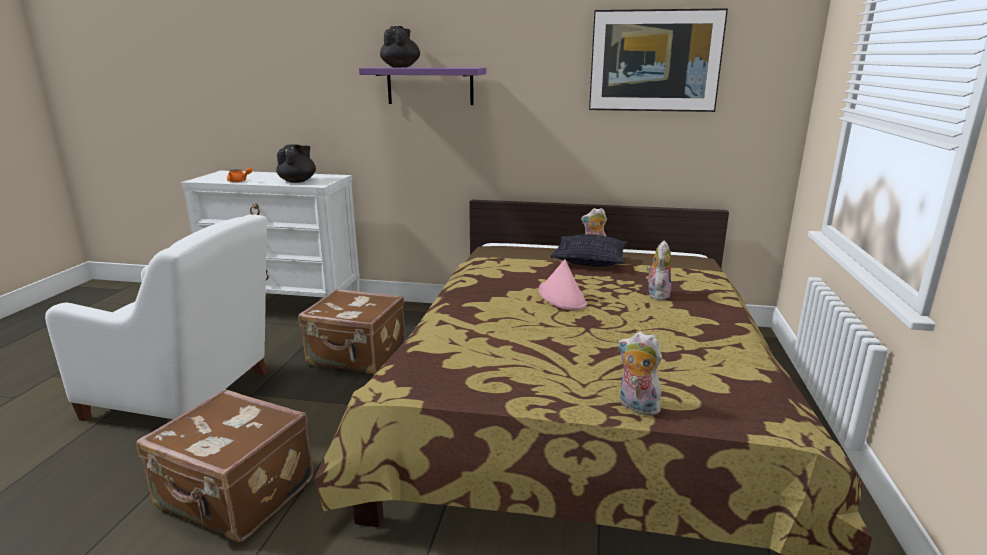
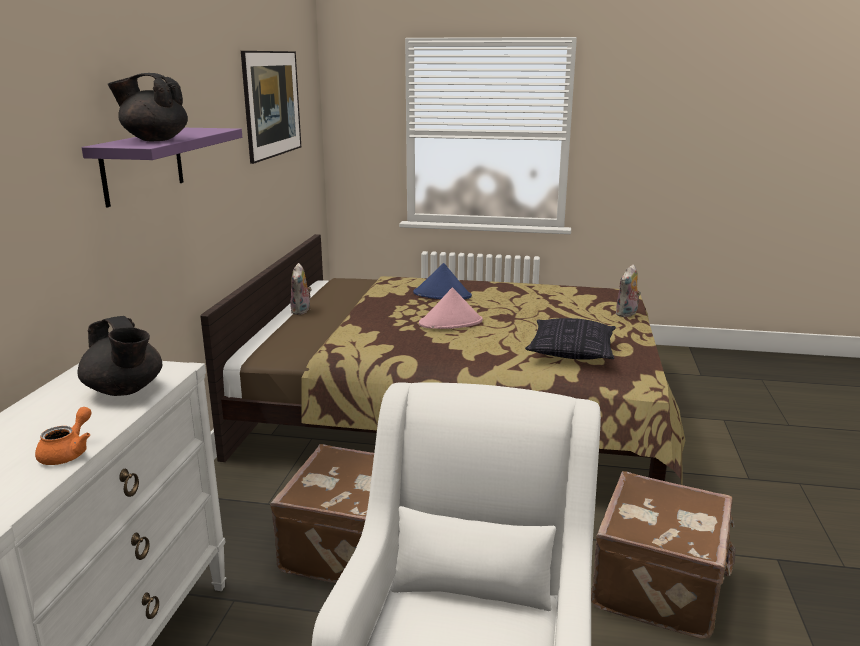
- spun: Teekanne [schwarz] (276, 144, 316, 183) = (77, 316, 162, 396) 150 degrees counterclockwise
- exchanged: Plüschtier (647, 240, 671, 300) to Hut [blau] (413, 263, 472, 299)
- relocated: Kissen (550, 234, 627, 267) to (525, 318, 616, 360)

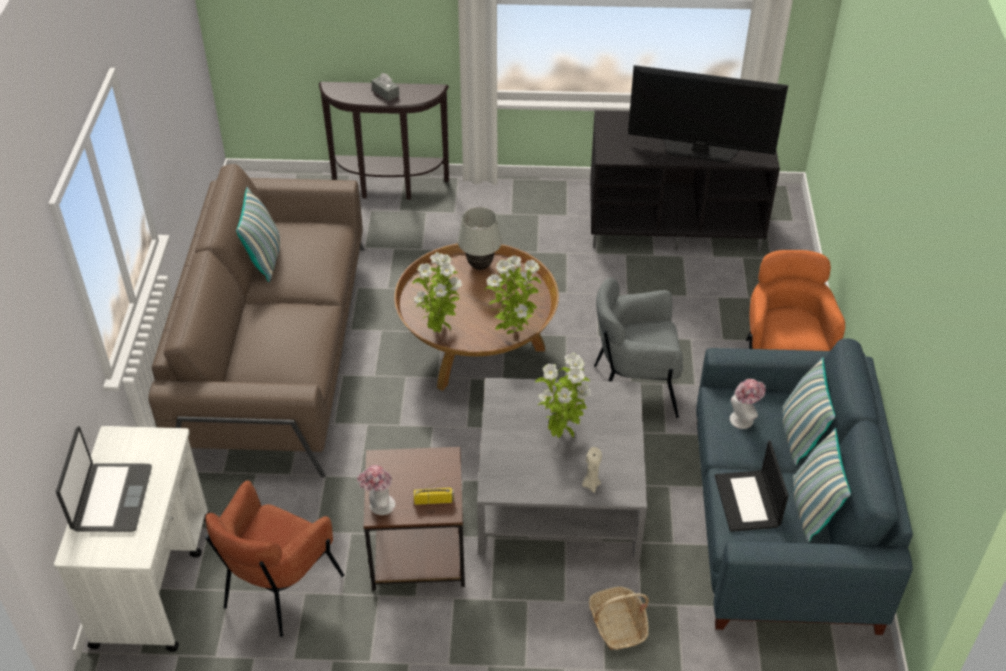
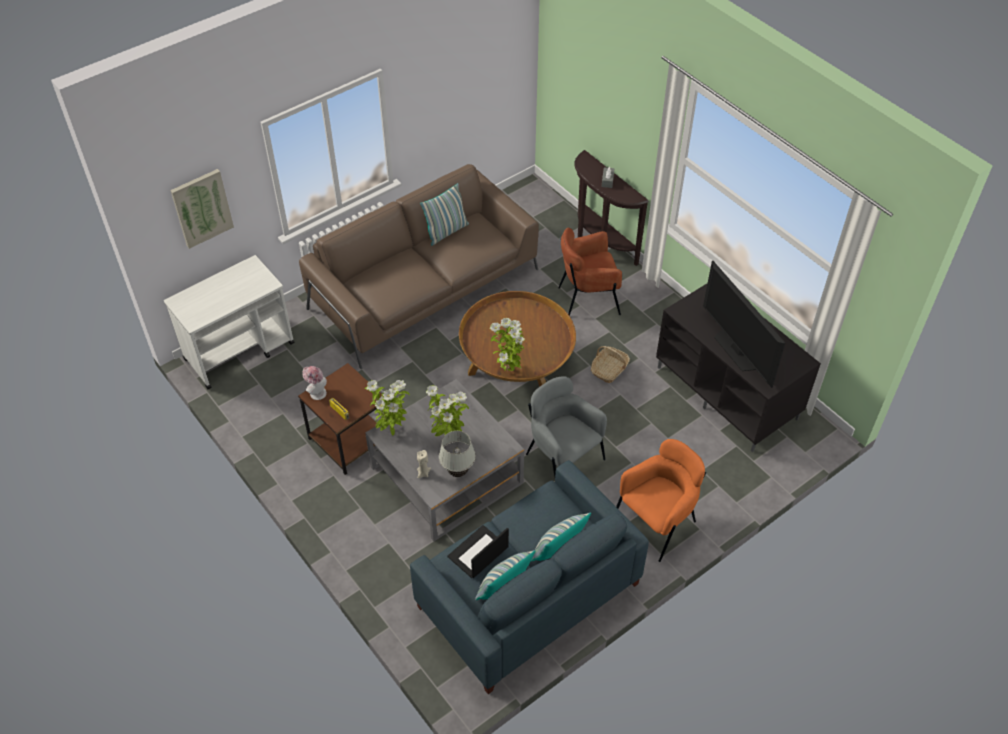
- appeared: Bild (170, 169, 234, 249)
- relocated: Topfpflanze (412, 252, 462, 333) to (365, 380, 409, 435)
- relocated: Tischlampe [weiß] (458, 207, 502, 270) to (439, 431, 476, 477)
- relocated: Sessel [braun] (205, 480, 344, 637) to (558, 228, 622, 316)
- relocated: Korb (589, 586, 649, 650) to (591, 346, 630, 383)
- missing: Laptop (56, 426, 152, 532)
- missing: Hut (730, 379, 766, 429)

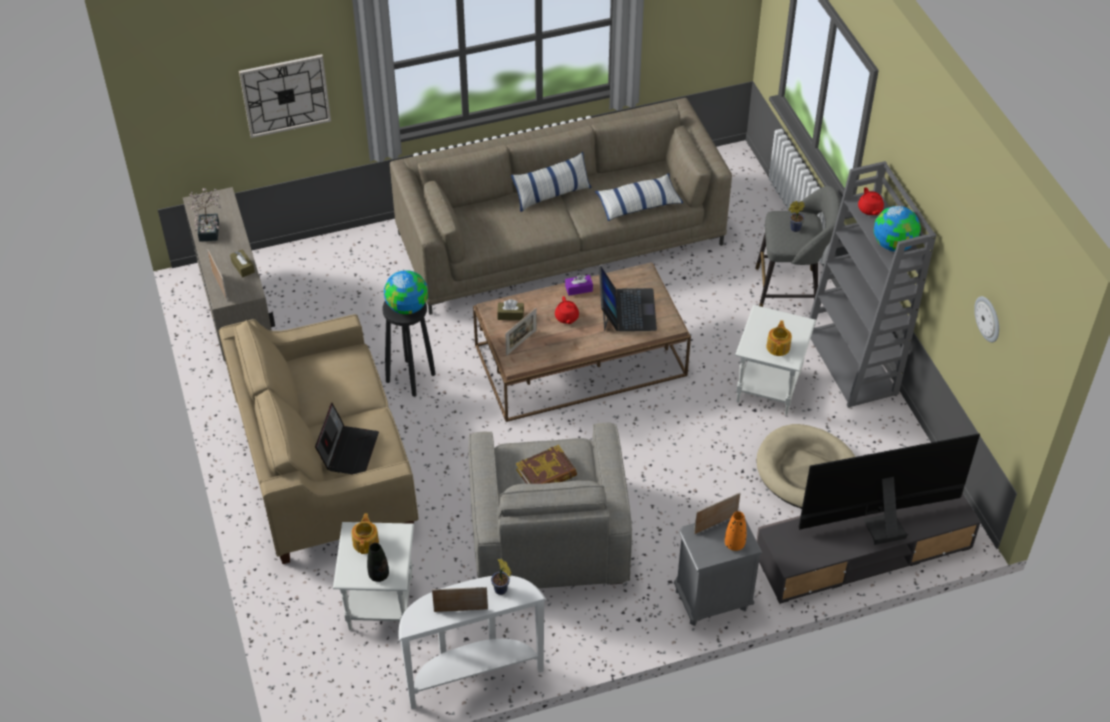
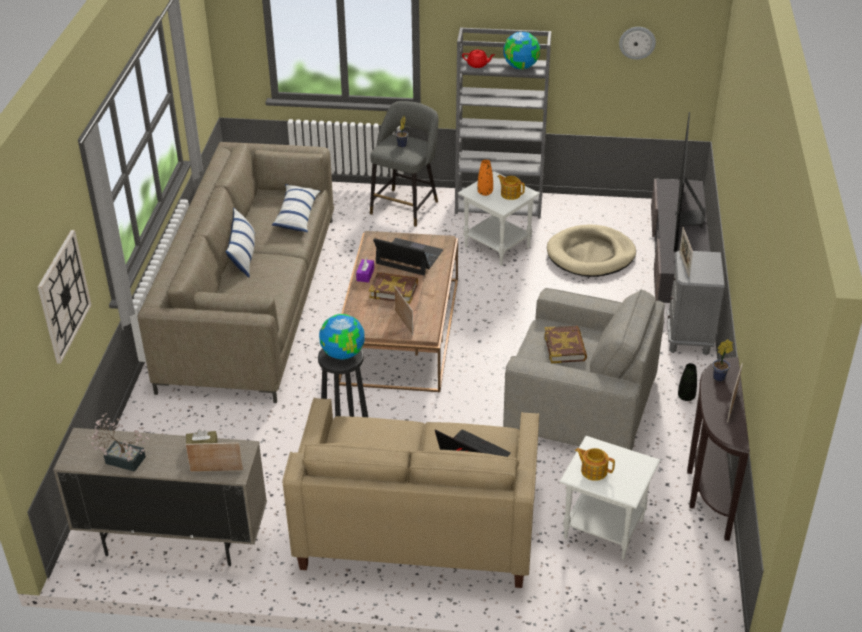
- exchanged: Teekanne [rot] (555, 296, 579, 324) to Buch (369, 272, 418, 303)
- relocated: Vase [orange] (725, 511, 746, 551) to (477, 160, 493, 196)
- relocated: Vase [schwarz] (367, 543, 389, 582) to (678, 363, 697, 401)
- colour: Konsolentisch [weiß] (399, 576, 547, 709) to Konsolentisch [braun] (687, 357, 750, 541)
- missing: Taschentuchbox [braun] (497, 299, 524, 320)

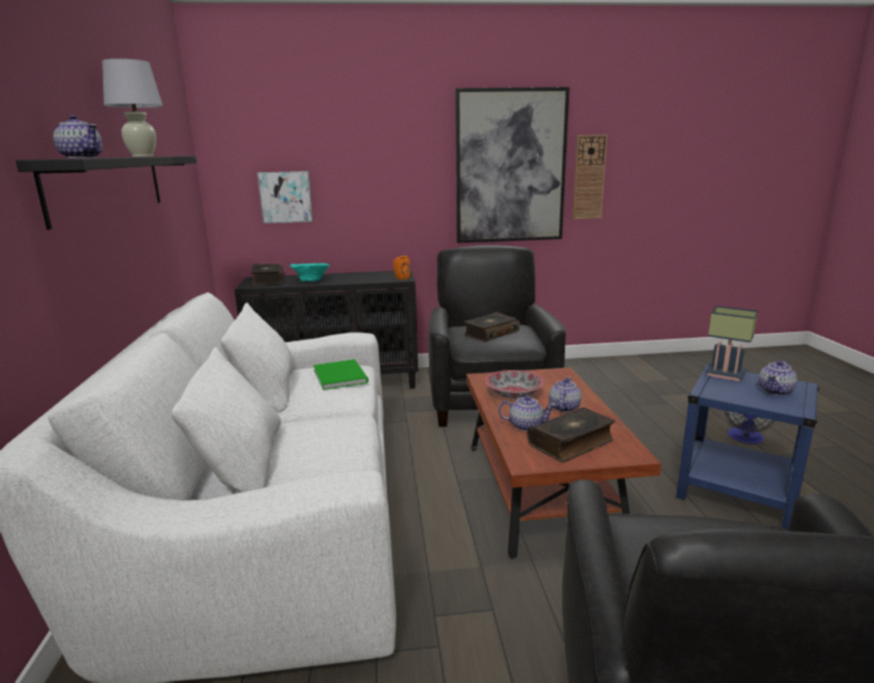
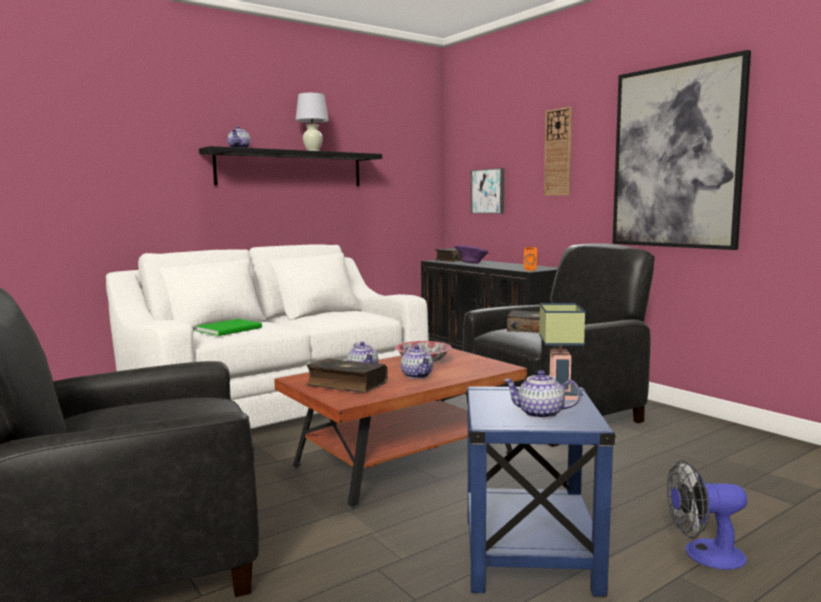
- relocated: Buch [grün] (313, 359, 369, 390) to (196, 319, 262, 336)
- spun: Teekanne (549, 377, 581, 412) = (401, 345, 433, 379) 75 degrees clockwise
- colour: Schüssel [türkis] (290, 263, 330, 282) to Schüssel [lila] (454, 245, 488, 264)
- relocated: Wanduhr (572, 135, 608, 219) to (544, 107, 572, 196)

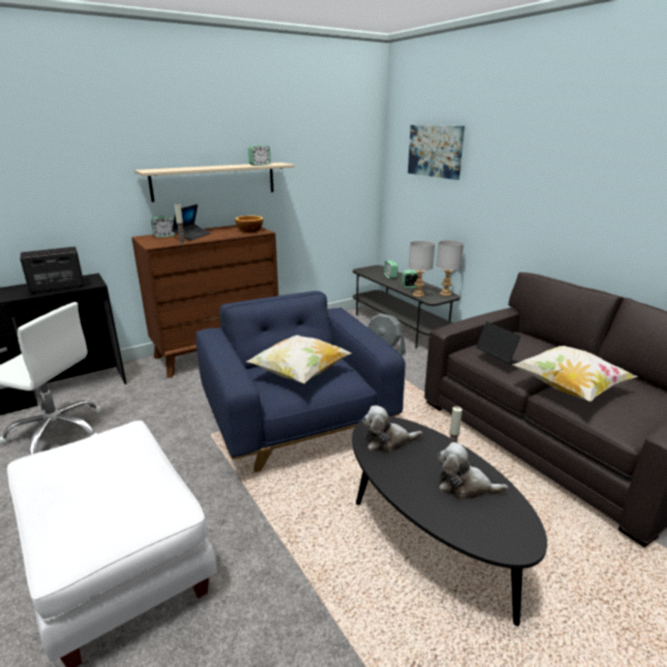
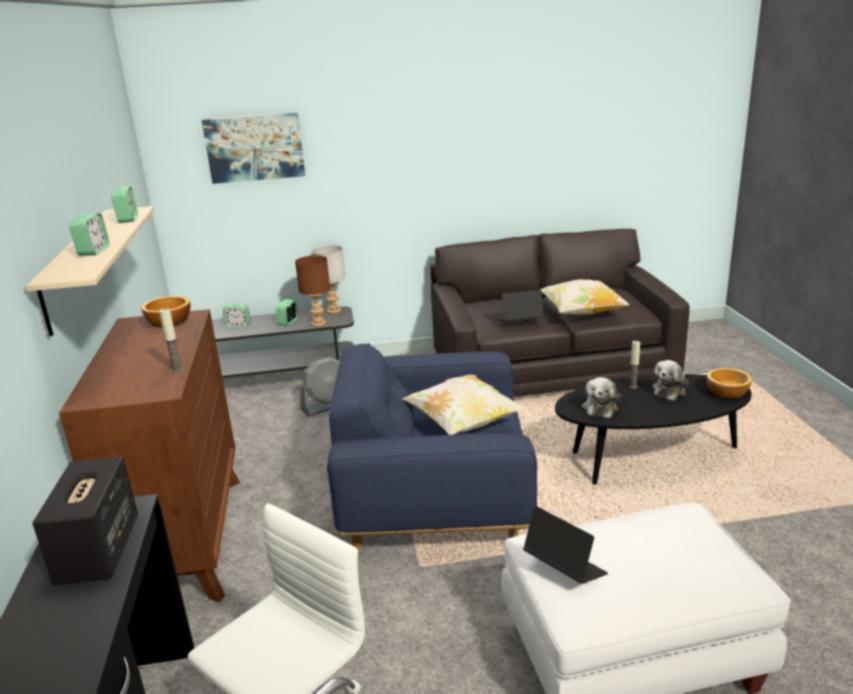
- relocated: Wecker (151, 216, 175, 238) to (69, 213, 109, 256)
- colour: Tischlampe [grau] (408, 241, 435, 297) to Tischlampe [braun] (295, 255, 330, 327)
- relocated: Laptop (172, 204, 211, 241) to (523, 506, 608, 584)
- appeared: Schüssel (707, 368, 752, 399)

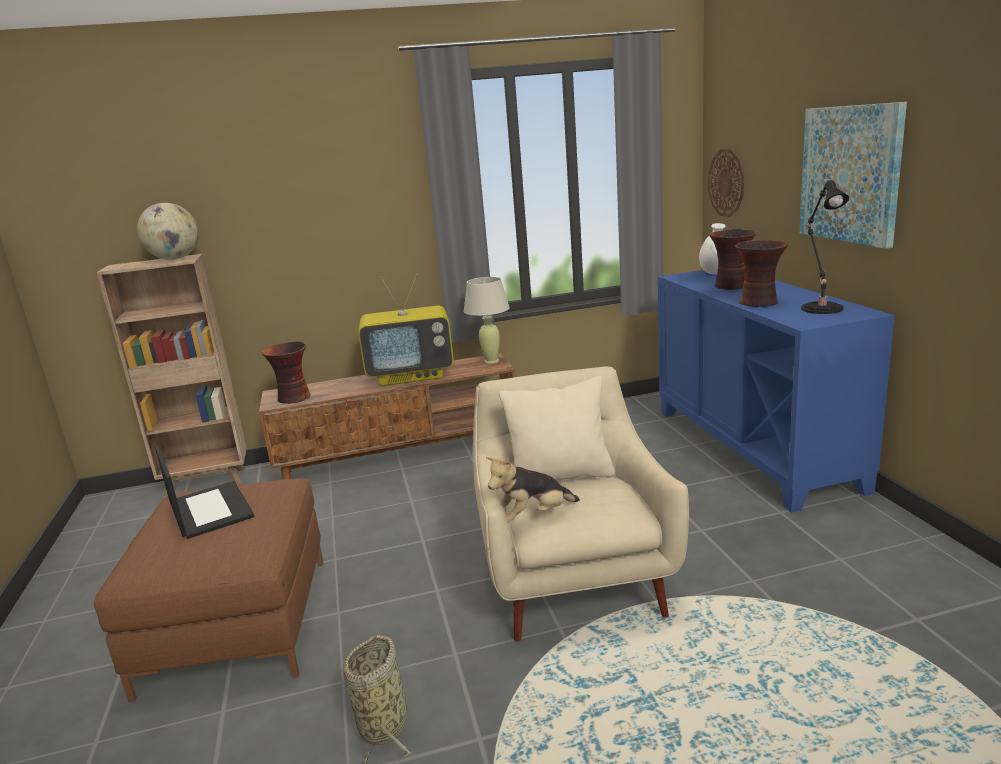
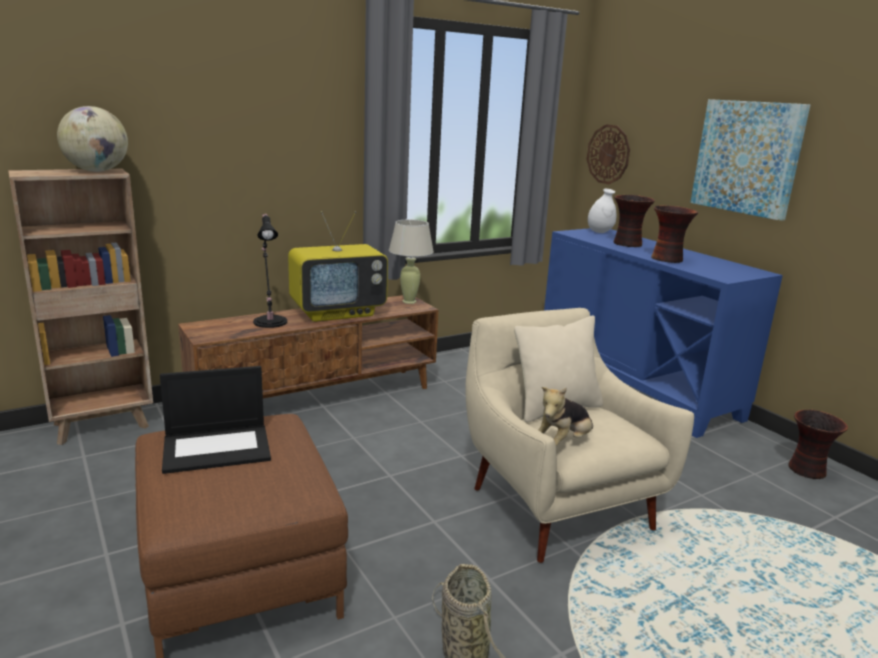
- spun: Laptop (155, 446, 254, 539) = (160, 366, 271, 474) 120 degrees clockwise
- relocated: Tischlampe [schwarz] (801, 179, 849, 314) to (253, 214, 287, 328)
- relocated: Vase (261, 341, 311, 404) to (788, 409, 848, 479)

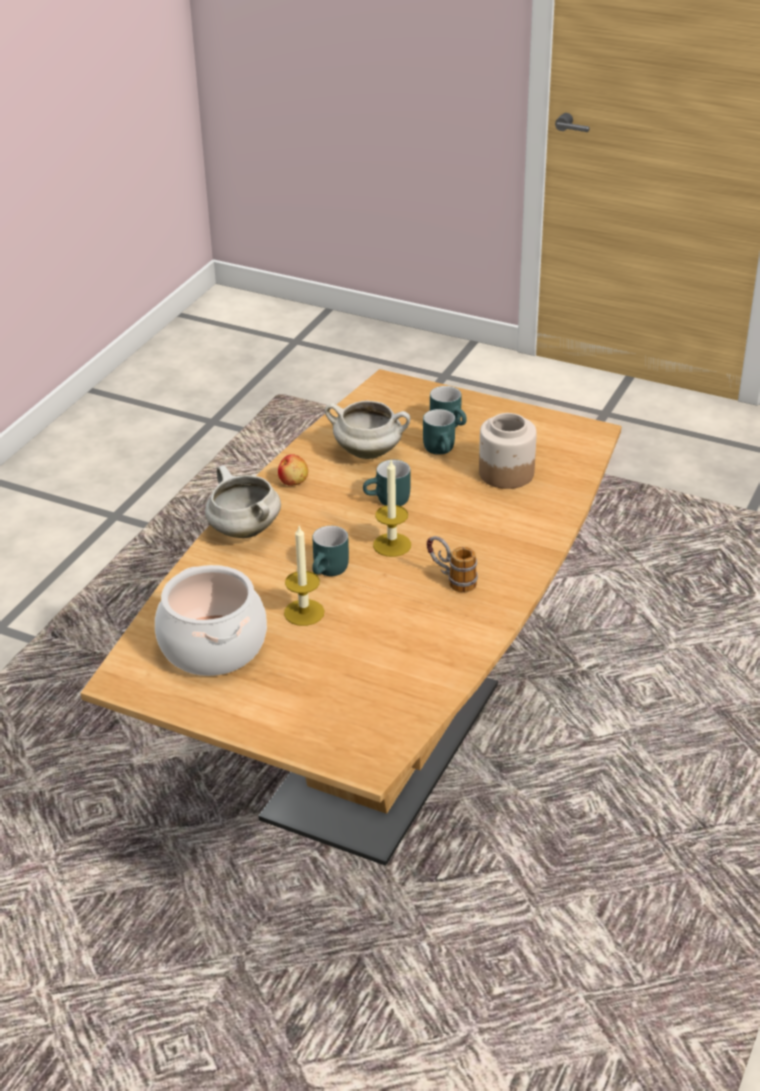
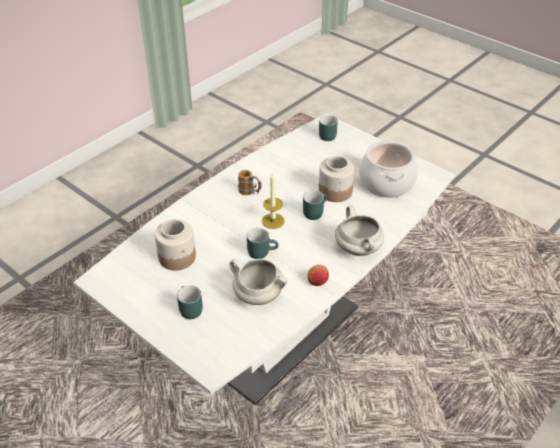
- colour: Esstisch [braun] (80, 369, 622, 866) to Esstisch [weiß] (74, 114, 455, 405)
- relocated: Henkelbecher [türkis] (423, 409, 455, 455) to (319, 115, 338, 141)
- exchanged: Kerze (284, 526, 324, 626) to Vorratsglas (319, 156, 354, 202)

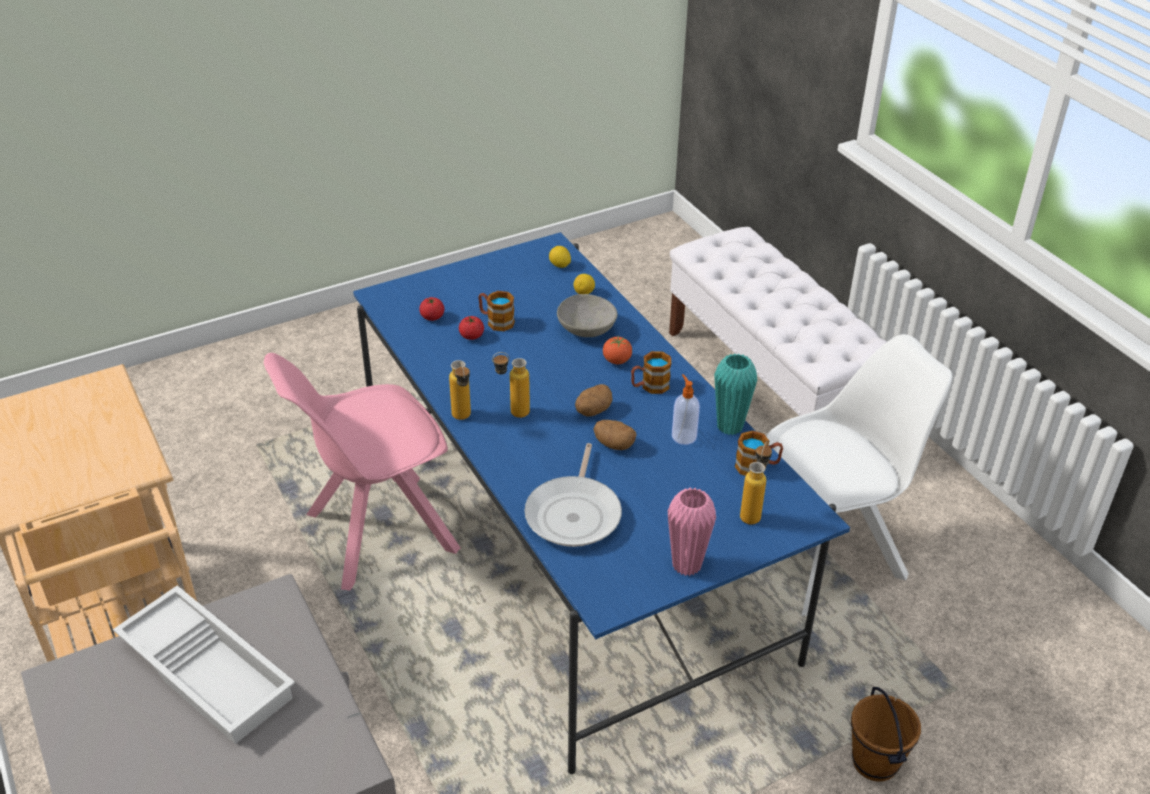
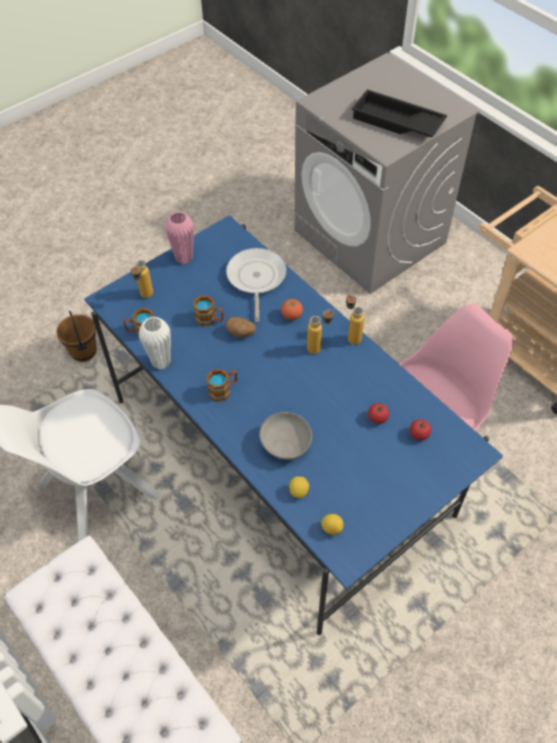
- colour: Vase [türkis] (714, 353, 757, 435) to Vase [weiß] (139, 317, 171, 370)
- relocated: Henkelbecher (478, 291, 515, 331) to (194, 296, 223, 326)
- relocated: Tomate (603, 335, 632, 364) to (281, 299, 303, 320)
- colour: Tablett [weiß] (113, 586, 295, 744) to Tablett [schwarz] (351, 89, 447, 137)
- missing: Kartoffel (575, 384, 613, 417)
- missing: Seifenspender (672, 374, 700, 445)

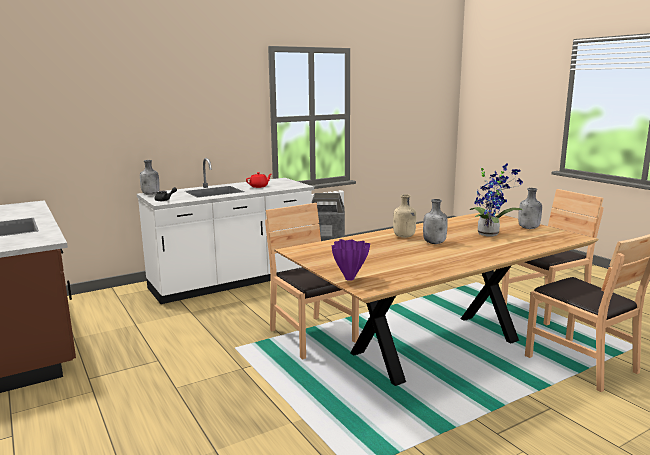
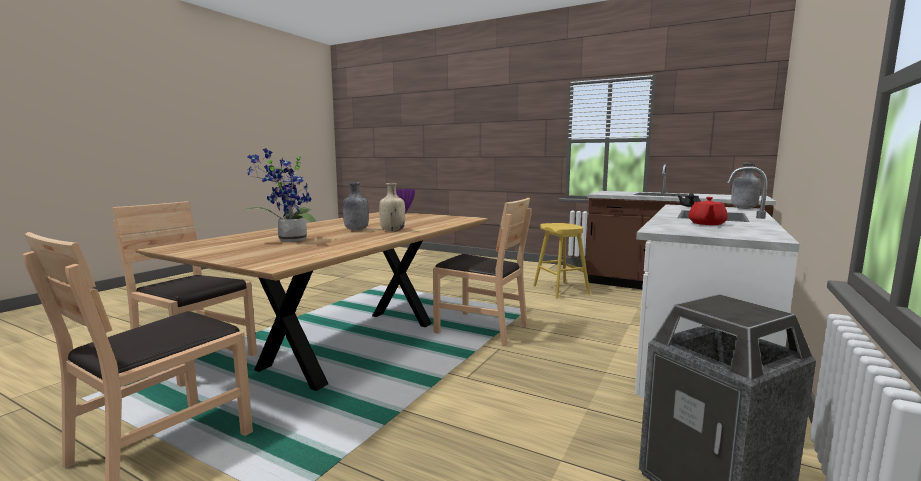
- appeared: Hocker [gelb] (533, 223, 590, 298)
- missing: Flasche [grau] (518, 188, 542, 229)

